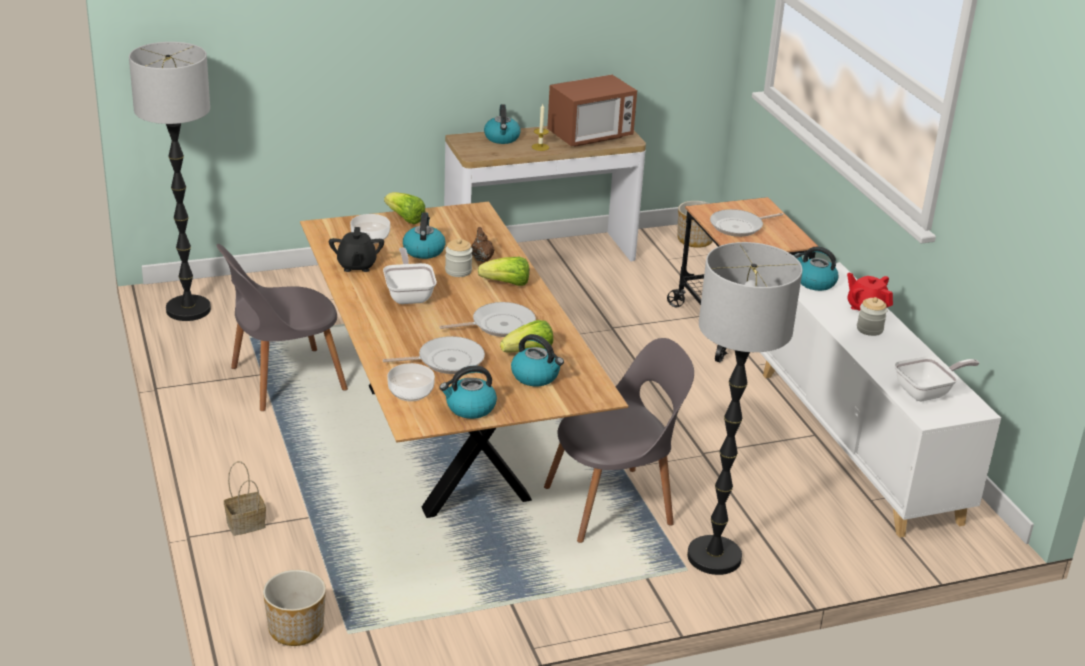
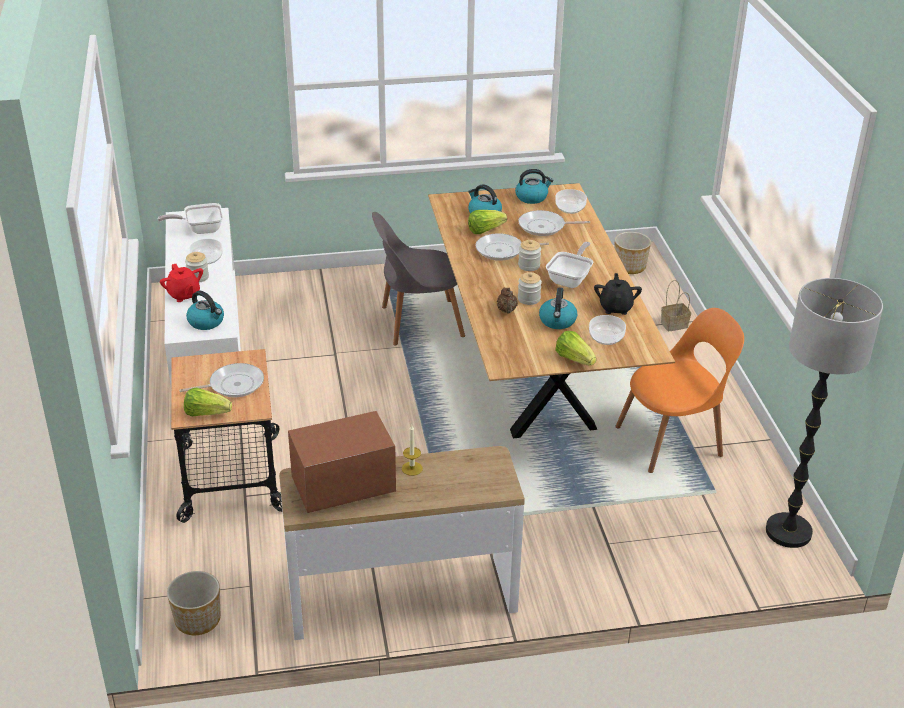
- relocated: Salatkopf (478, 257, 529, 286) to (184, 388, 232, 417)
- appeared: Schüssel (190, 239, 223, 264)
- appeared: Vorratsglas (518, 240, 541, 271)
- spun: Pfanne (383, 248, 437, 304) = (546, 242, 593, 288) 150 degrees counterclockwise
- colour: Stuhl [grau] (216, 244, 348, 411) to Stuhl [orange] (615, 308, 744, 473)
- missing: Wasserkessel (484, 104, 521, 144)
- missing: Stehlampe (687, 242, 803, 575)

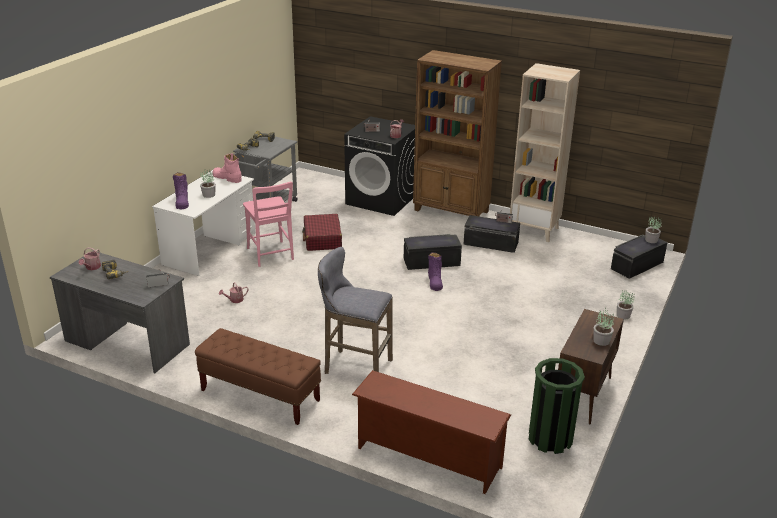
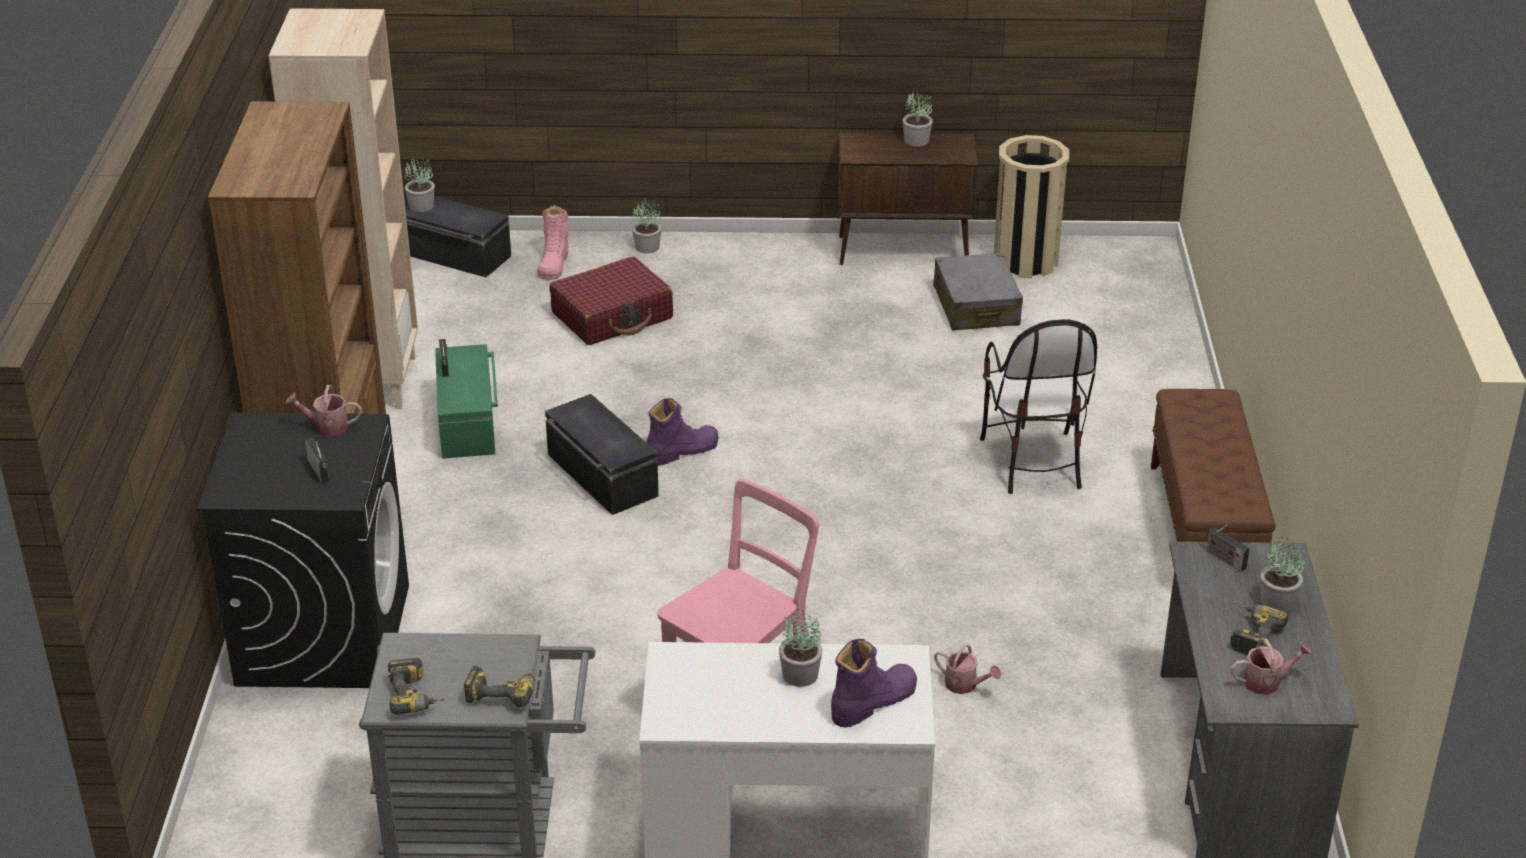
- colour: Aufbewahrungsbox [schwarz] (463, 215, 520, 253) to Aufbewahrungsbox [grün] (435, 344, 498, 459)
- relocated: Stiefel [rosa] (212, 154, 242, 183) to (537, 205, 568, 280)
- relocated: Koffer [rot] (302, 214, 342, 251) to (549, 257, 673, 345)
- appeared: Koffer [grau] (933, 253, 1023, 330)
- exchanged: Hocker [grau] (318, 247, 393, 374) to Stuhl (980, 319, 1097, 494)
- colour: Mülleimer [grün] (529, 358, 585, 454) to Mülleimer [beige] (994, 135, 1069, 278)
- appeared: Topfpflanze (1261, 537, 1305, 612)
- missing: Schuhregal [braun] (352, 370, 511, 494)

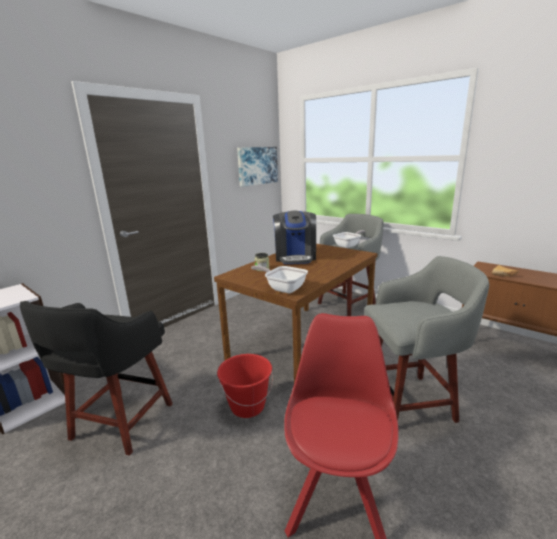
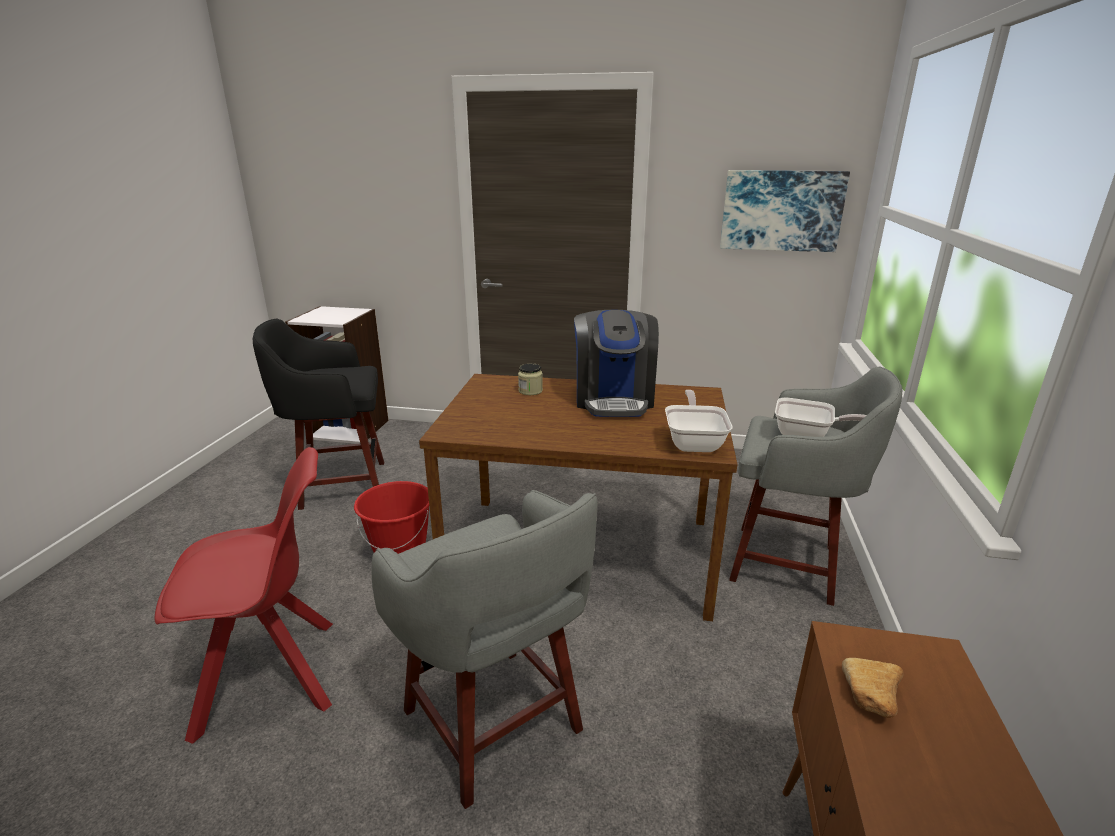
- spun: Kaffeemaschine (273, 210, 316, 264) = (574, 310, 659, 417) 60 degrees counterclockwise
- relocated: Pfanne (251, 265, 308, 293) to (665, 390, 732, 452)

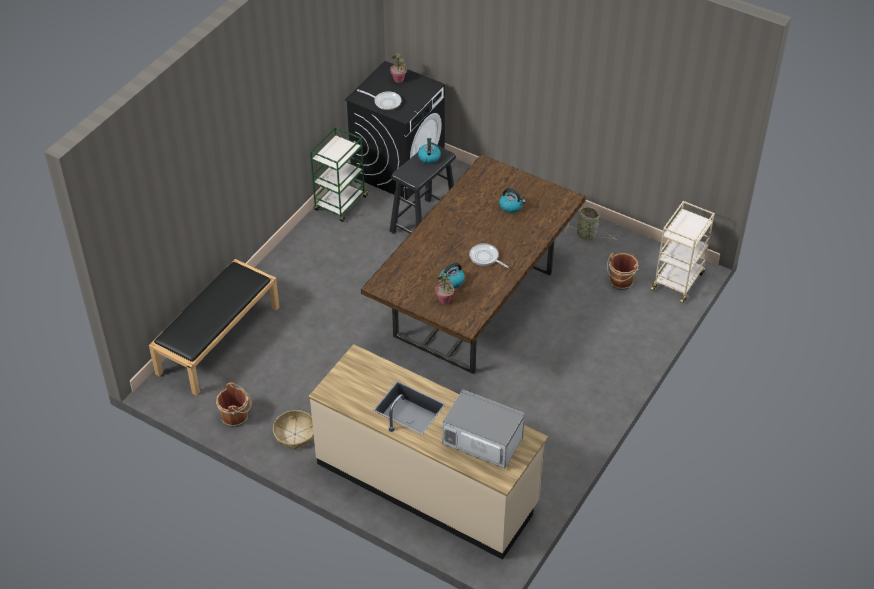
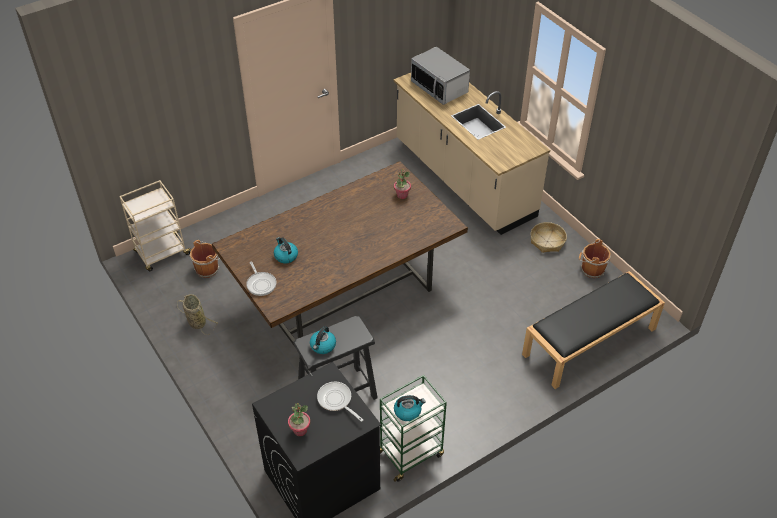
- relocated: Pfanne (469, 243, 509, 268) to (246, 262, 277, 296)
- relocated: Wasserkessel (438, 263, 465, 288) to (394, 395, 426, 421)

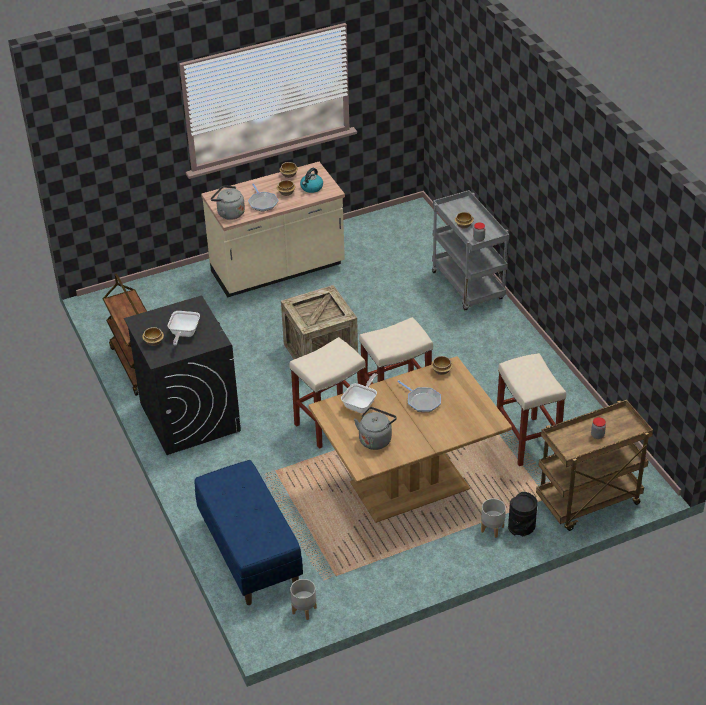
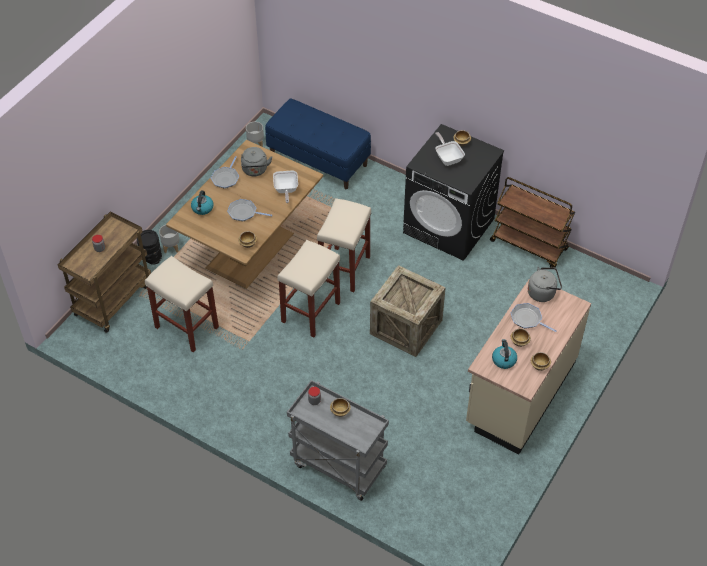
- appeared: Wasserkessel (191, 190, 214, 215)
- appeared: Pfanne (211, 156, 239, 189)

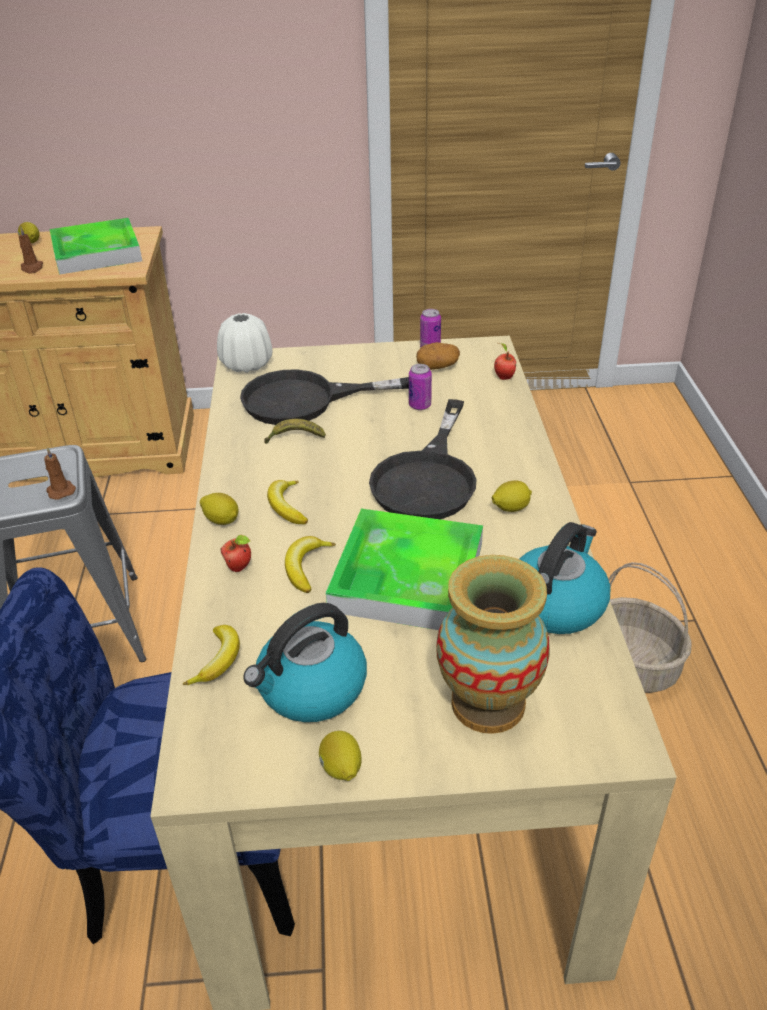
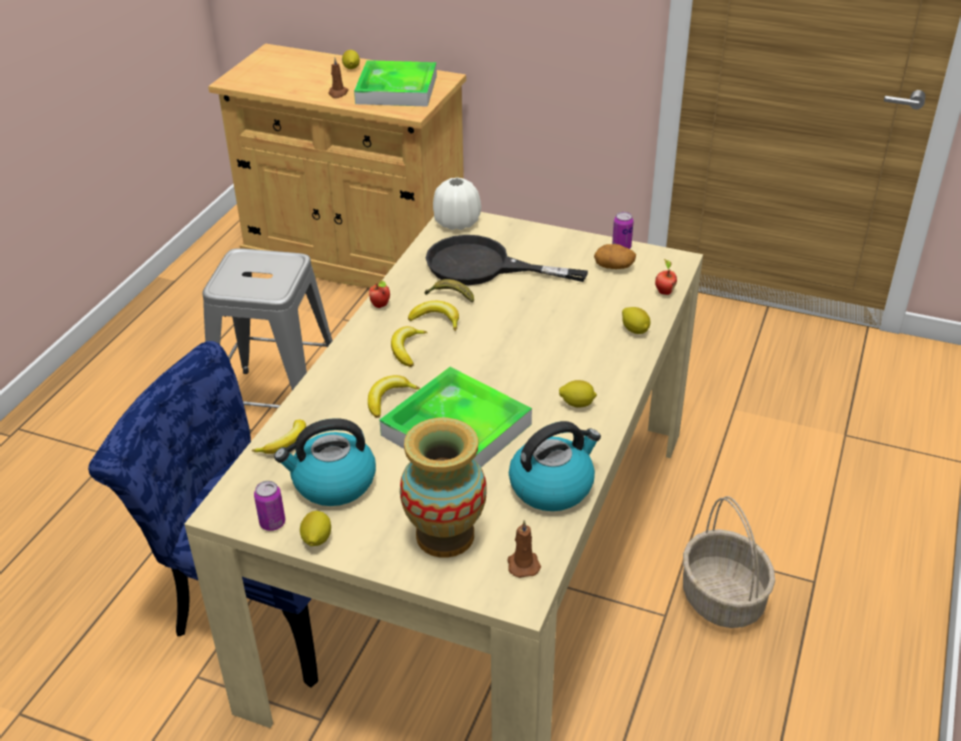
- relocated: Dose (409, 364, 432, 410) to (254, 481, 285, 531)
- relocated: Apfel (220, 535, 251, 572) to (369, 280, 390, 308)
- appeared: Banane (408, 301, 459, 331)
- relocated: Kerze [braun] (45, 447, 76, 500) to (507, 520, 541, 578)
- relocated: Zitrone (200, 493, 238, 525) to (622, 307, 651, 334)
- missing: Pfanne [schwarz] (369, 399, 477, 519)

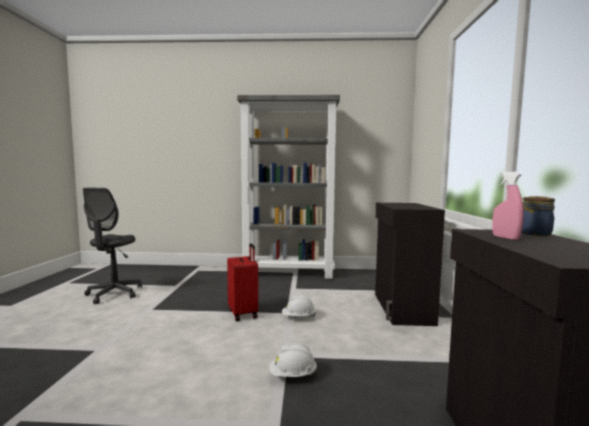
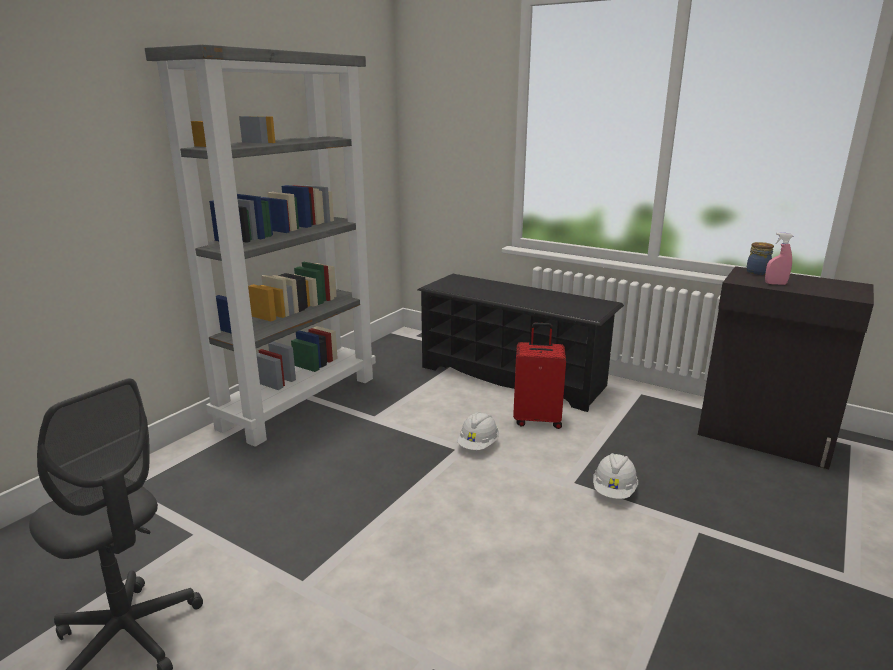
- exchanged: Schrank [schwarz] (375, 203, 445, 326) to Schuhregal [schwarz] (418, 274, 624, 412)
- relocated: Koffer [rot] (227, 243, 258, 321) to (513, 323, 566, 429)

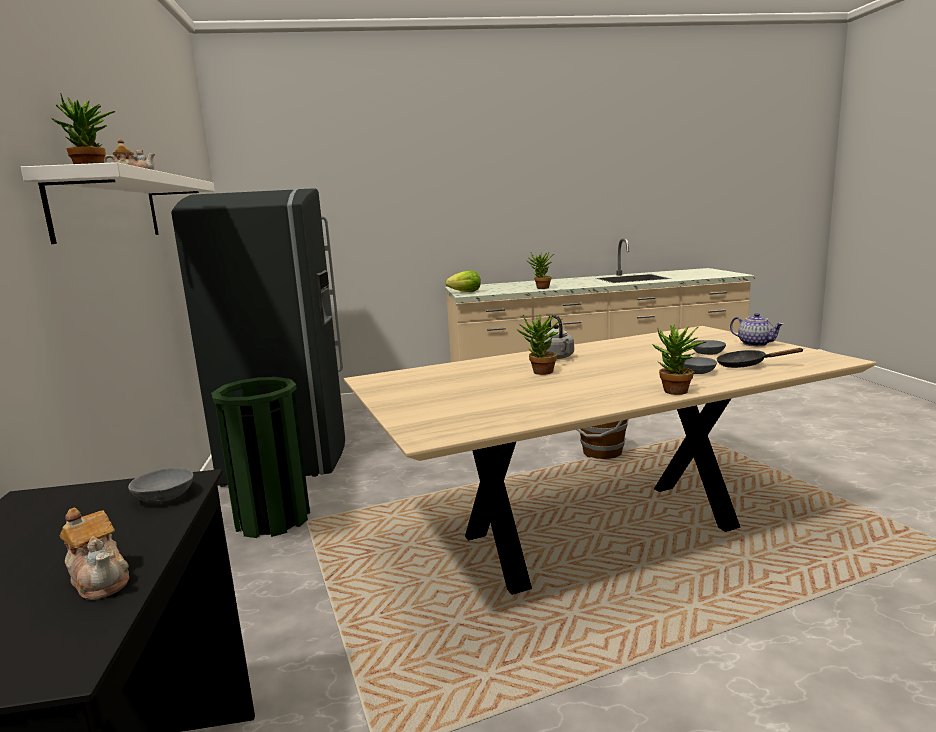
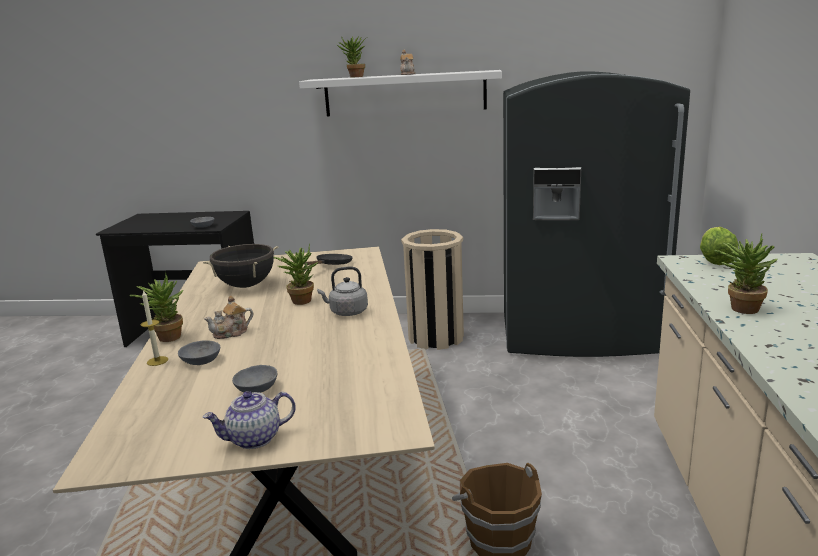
- appeared: Kerze (141, 290, 168, 366)
- appeared: Kochtopf [schwarz] (203, 244, 279, 288)
- relocated: Teekanne (59, 507, 129, 600) to (204, 296, 253, 339)
- relocated: Pfanne [schwarz] (716, 348, 804, 368) to (304, 254, 353, 265)
- colour: Mülleimer [grün] (211, 377, 310, 538) to Mülleimer [beige] (401, 229, 464, 350)

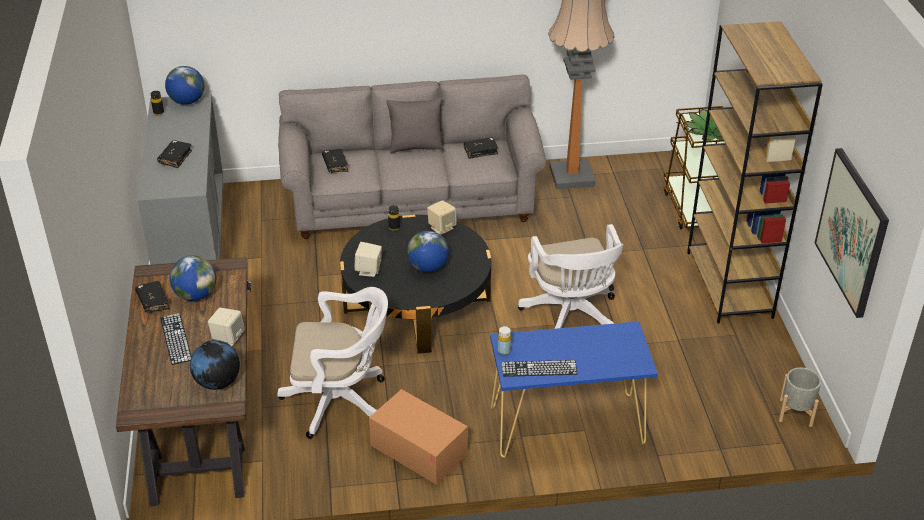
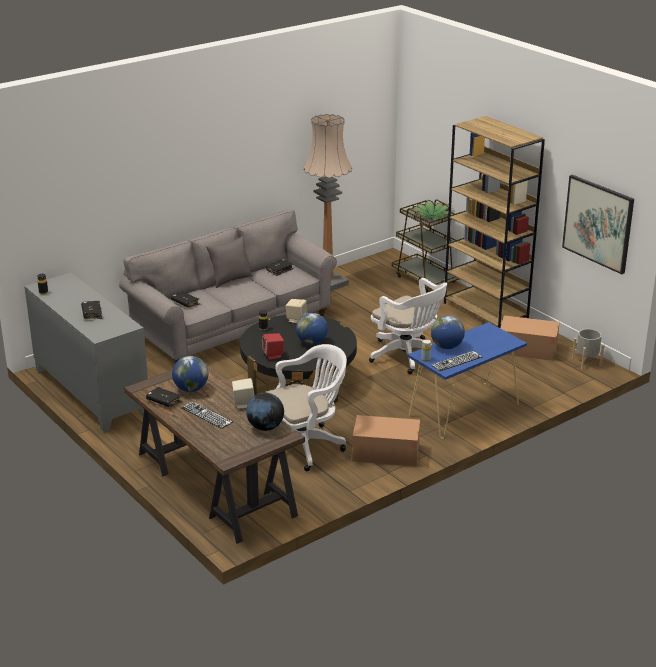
- colour: Lautsprecher [beige] (354, 242, 382, 277) to Lautsprecher [rot] (262, 333, 284, 360)
- relocated: Globus (165, 66, 204, 105) to (431, 316, 465, 349)
- appeared: Karton (500, 315, 560, 361)

